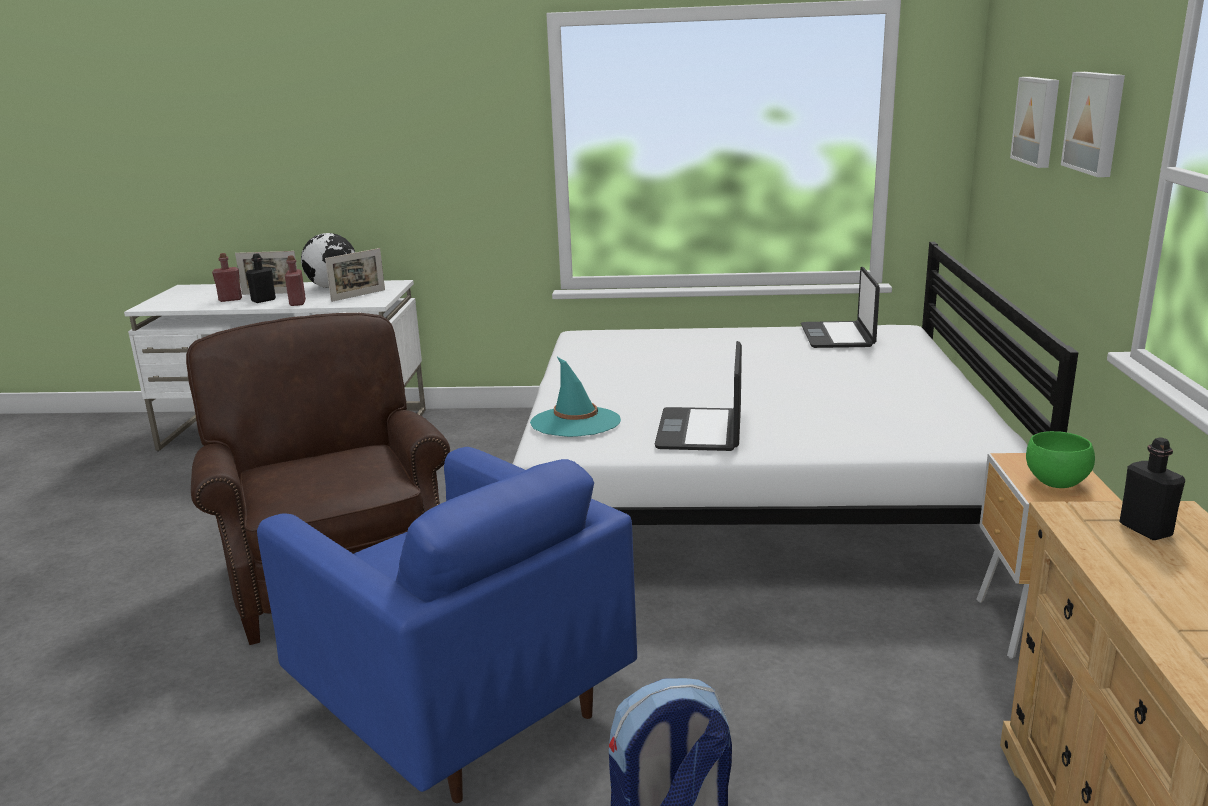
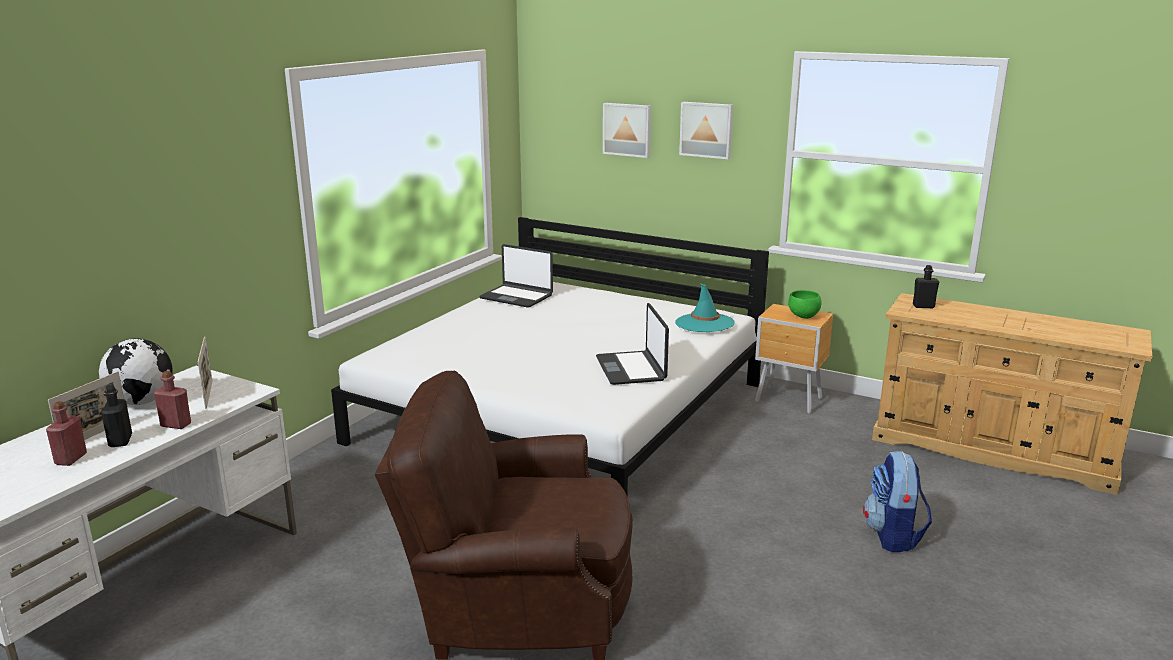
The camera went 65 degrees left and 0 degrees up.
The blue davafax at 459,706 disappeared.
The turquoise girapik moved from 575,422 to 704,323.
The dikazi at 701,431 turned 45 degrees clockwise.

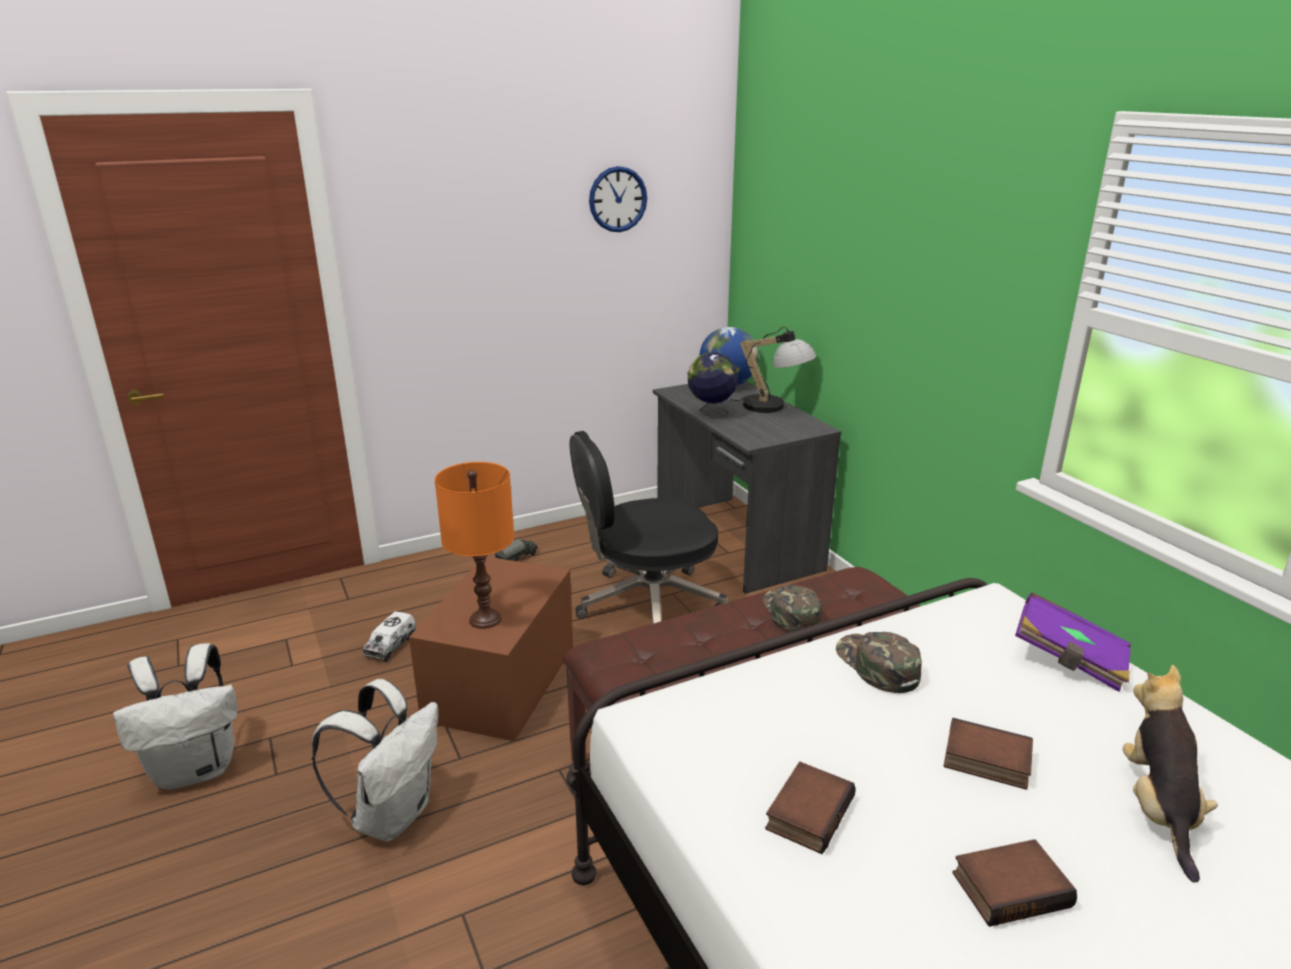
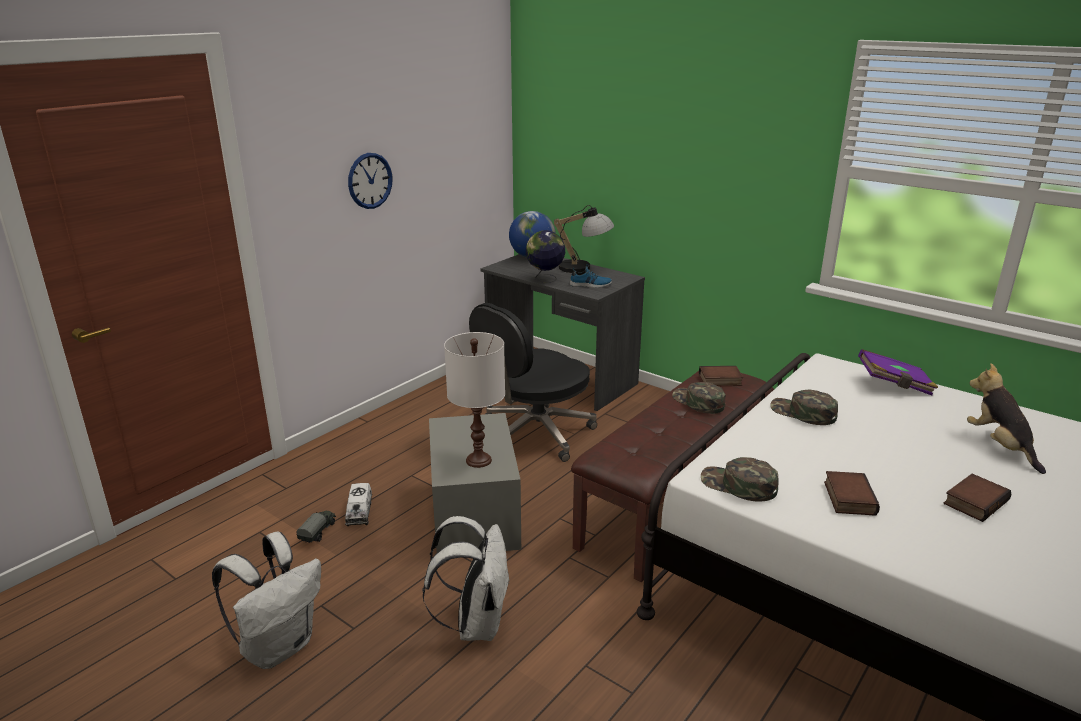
The camera went 25 degrees left and 0 degrees up.
The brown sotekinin at 501,681 became the grey sotekinin at 474,513.
The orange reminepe at 484,619 became the white reminepe at 478,460.
The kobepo moved from 518,558 to 318,532.
The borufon moved from 618,199 to 370,180.
The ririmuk moved from 985,761 to 719,380.
The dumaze at 590,285 appeared.
The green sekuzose at 738,485 appeared.

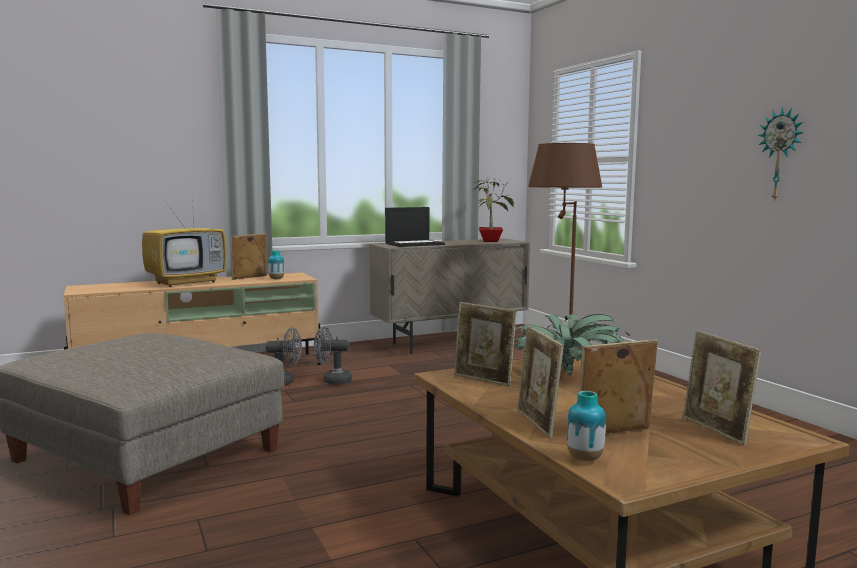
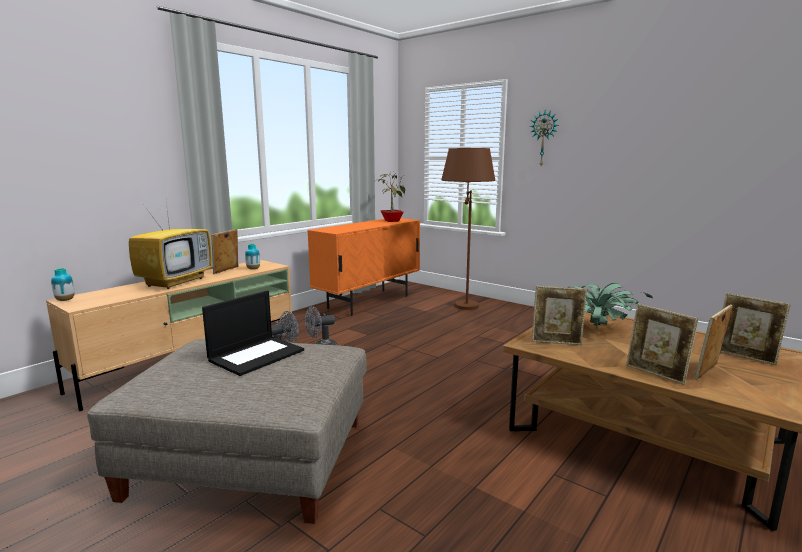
The camera went 25 degrees left and 5 degrees up.
The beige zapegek at 450,343 became the orange zapegek at 369,302.
The dikazi moved from 415,244 to 257,355.
The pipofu moved from 584,458 to 65,300.
The borufon moved from 781,155 to 544,138.

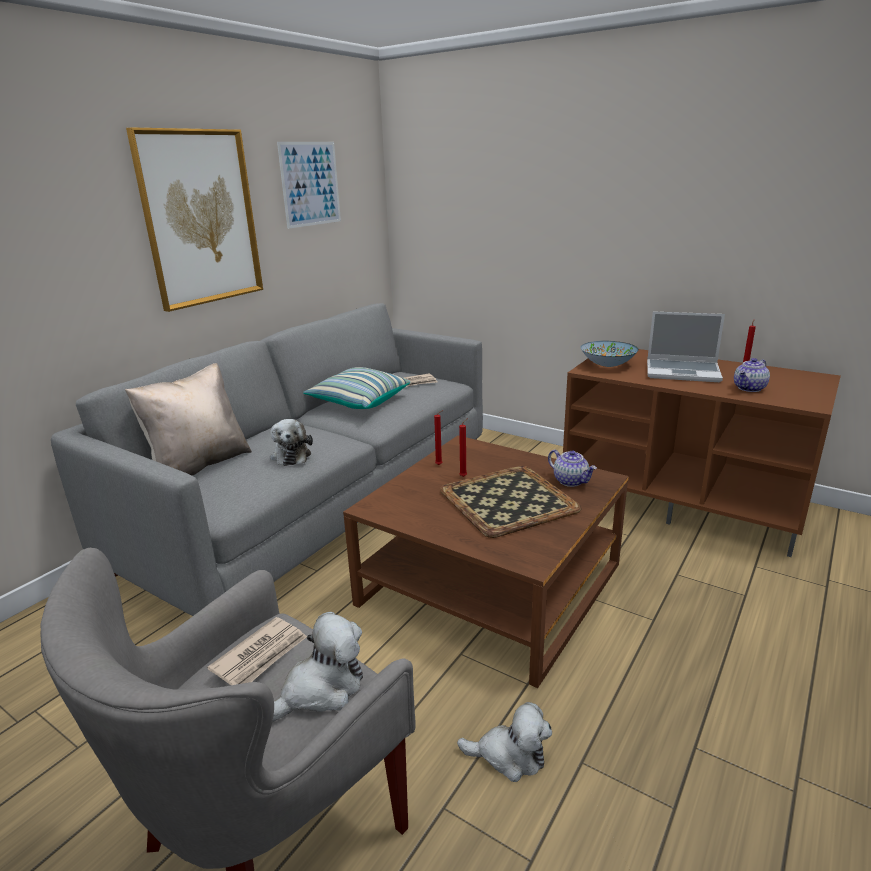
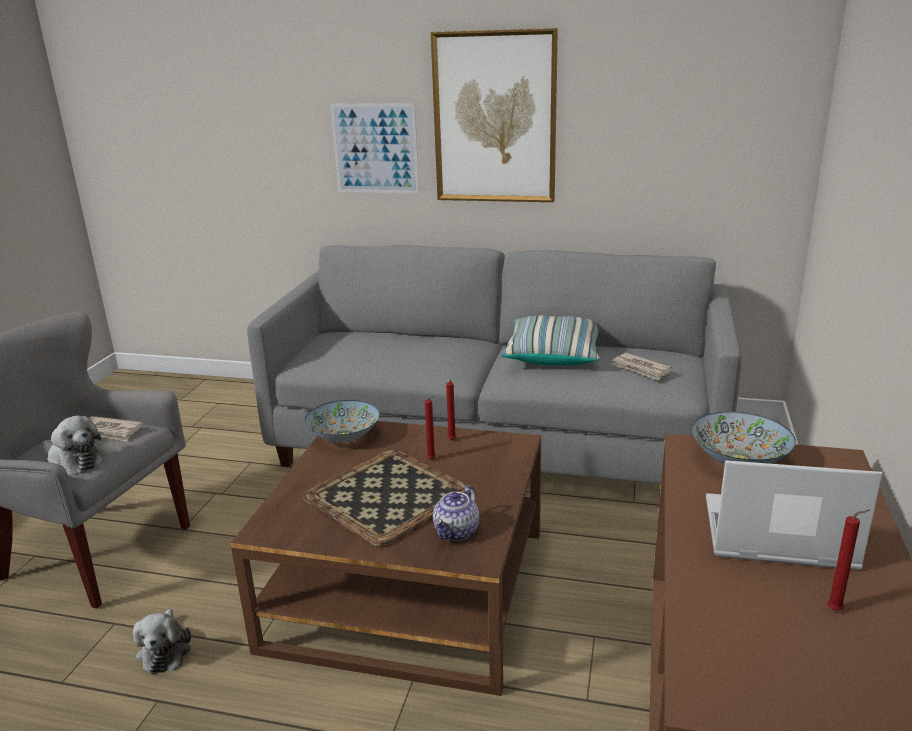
The camera went 70 degrees right and 0 degrees up.
The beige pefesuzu at 199,465 disappeared.
The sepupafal at 291,455 disappeared.
The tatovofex moved from 310,184 to 375,148.
The dikazi at 683,372 turned 105 degrees clockwise.
The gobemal at 749,388 disappeared.
The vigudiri at 343,436 appeared.

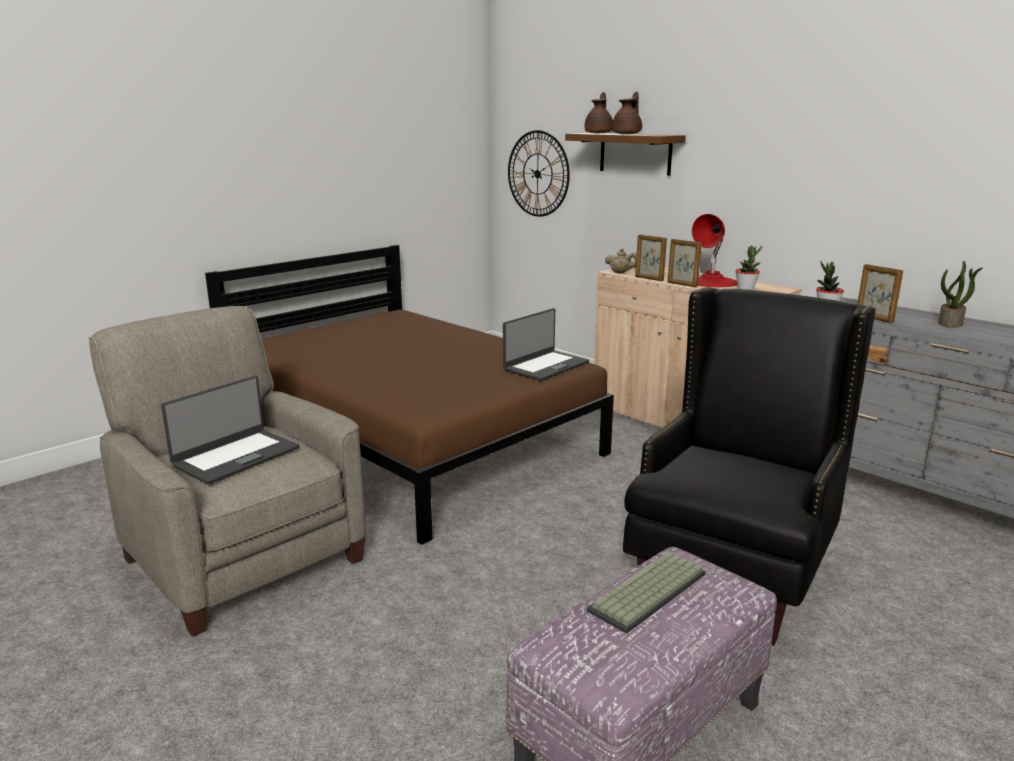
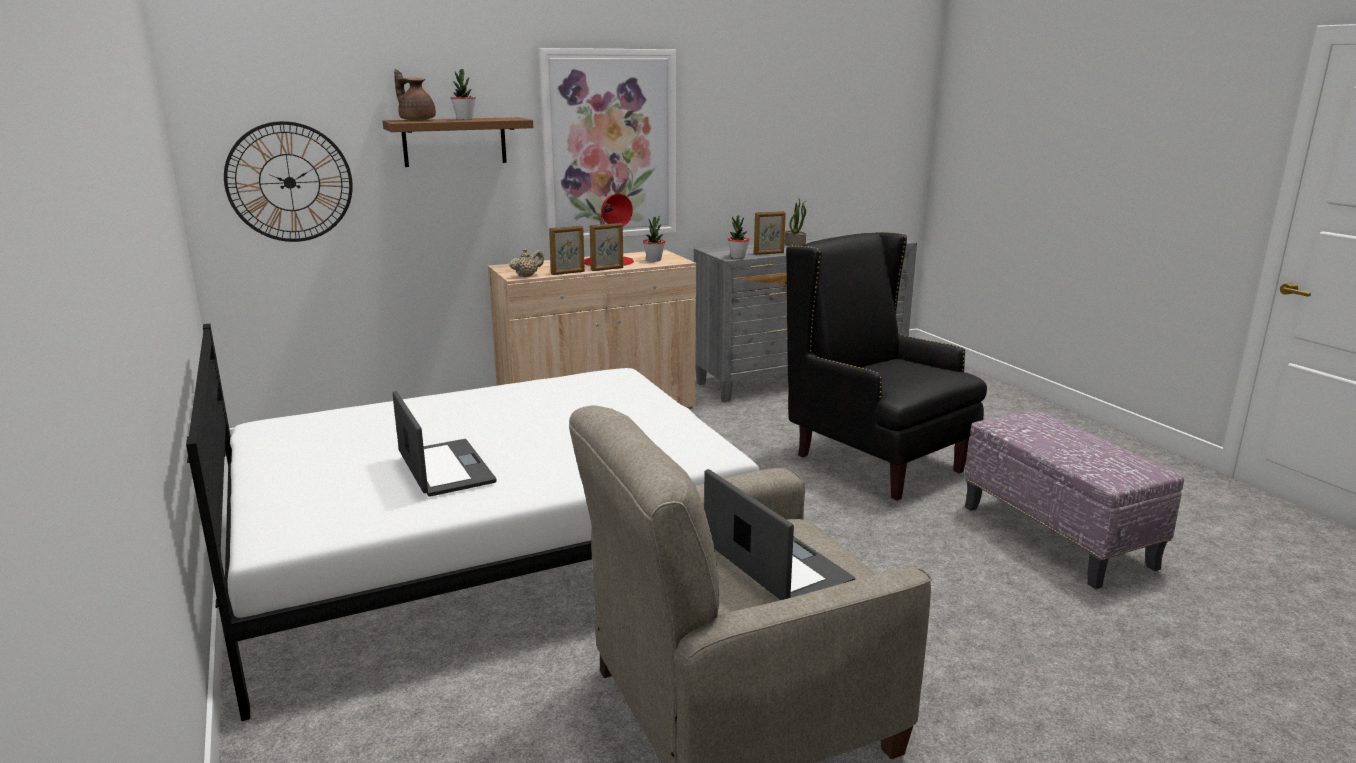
The camera went 70 degrees left and 0 degrees up.
The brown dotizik at 410,439 became the white dotizik at 488,554.
The dikazi moved from 545,366 to 444,469.
The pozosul at 649,593 disappeared.
The brown gobemal at 627,134 was replaced by the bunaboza at 464,119.
The tatovofex at 610,145 appeared.

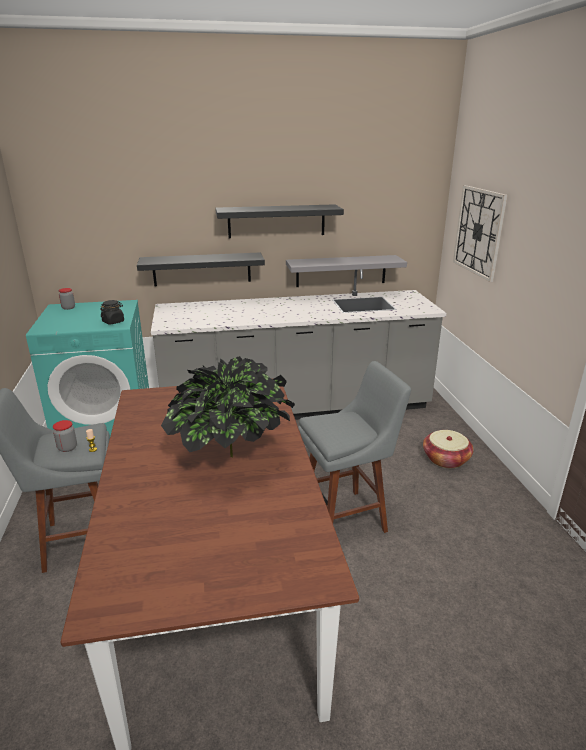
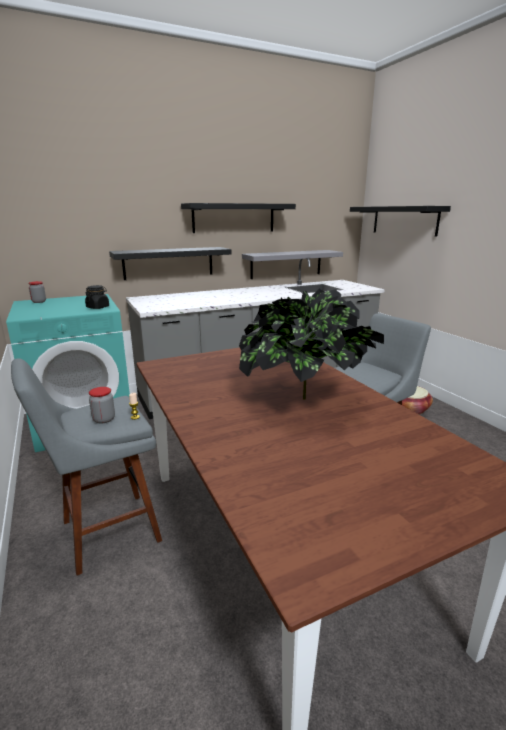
The camera went 15 degrees left and 5 degrees down.
The borufon at 479,231 was replaced by the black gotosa at 404,220.

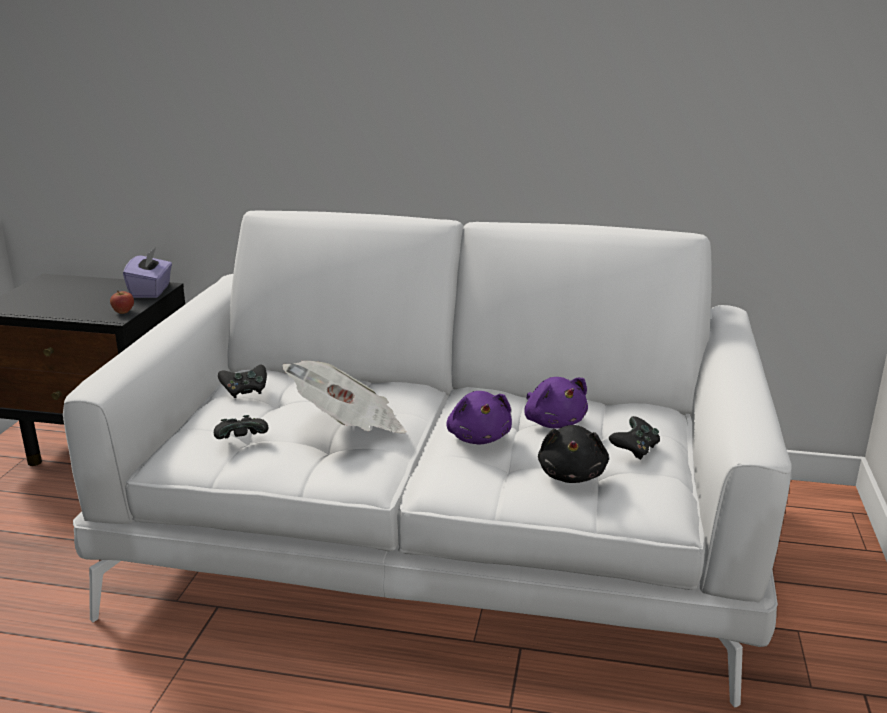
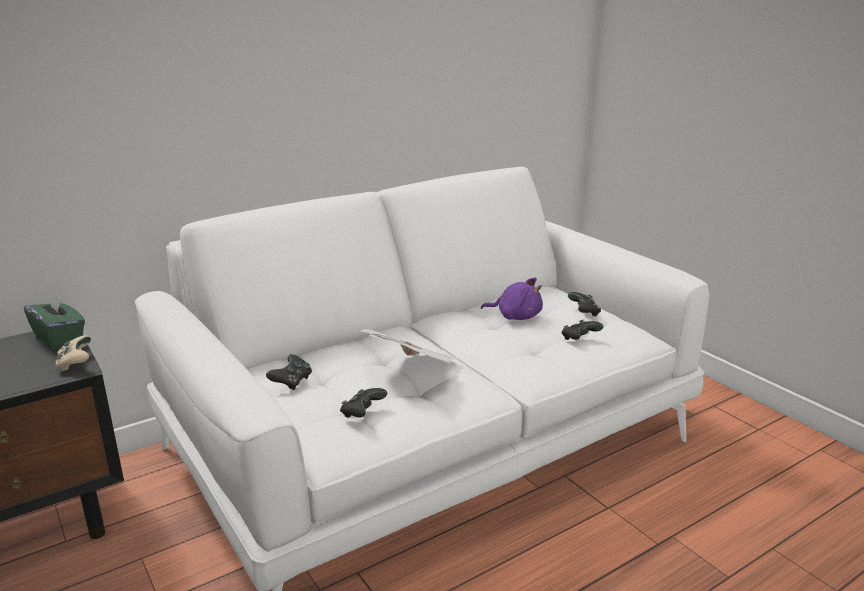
The camera went 45 degrees left and 0 degrees up.
The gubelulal at 124,312 was replaced by the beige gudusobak at 75,363.
The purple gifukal at 151,291 became the green gifukal at 59,338.
The purple sepupafal at 479,437 disappeared.
The black sepupafal at 572,474 was replaced by the black gudusobak at 579,339.

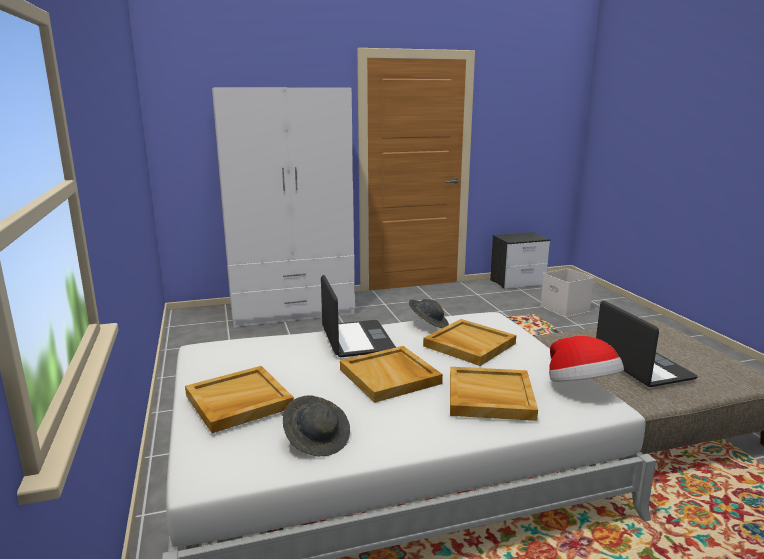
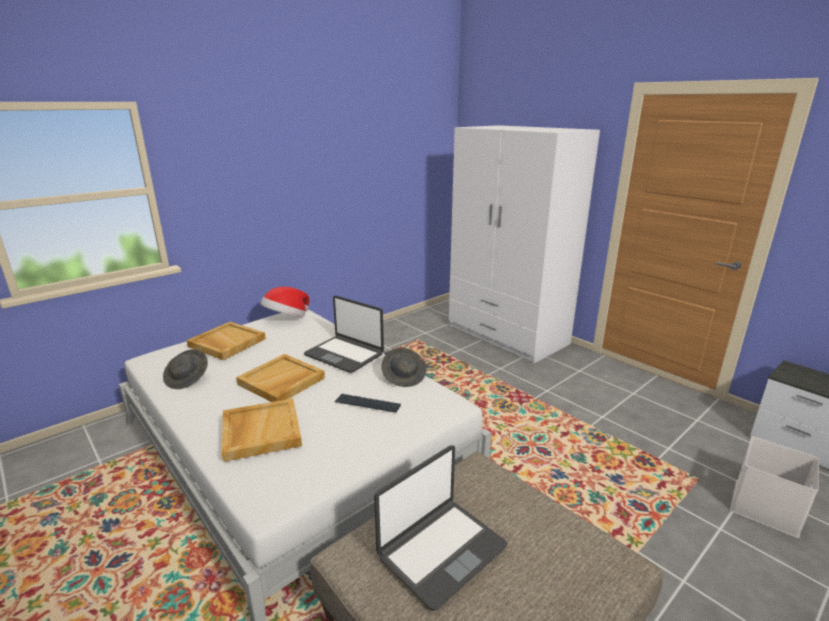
The camera went 65 degrees right and 5 degrees up.
The dikazi at 356,340 turned 75 degrees clockwise.
The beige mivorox at 468,345 was replaced by the pozosul at 367,404.
The girapik moved from 581,387 to 286,318.

